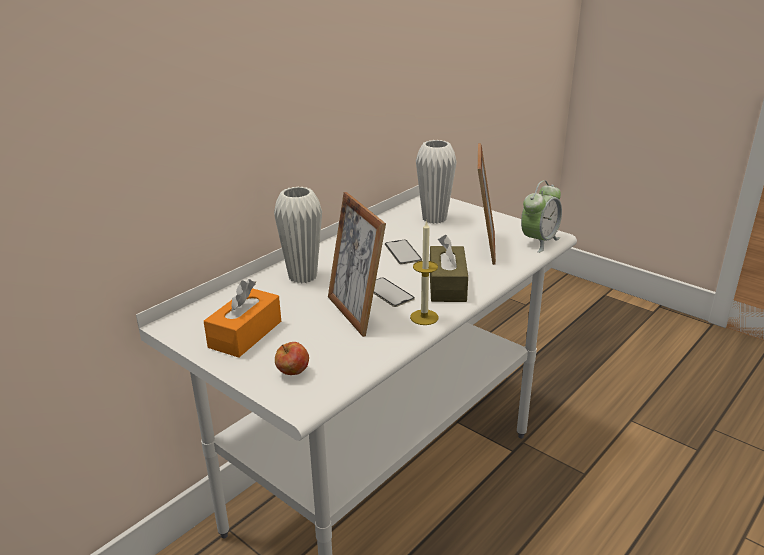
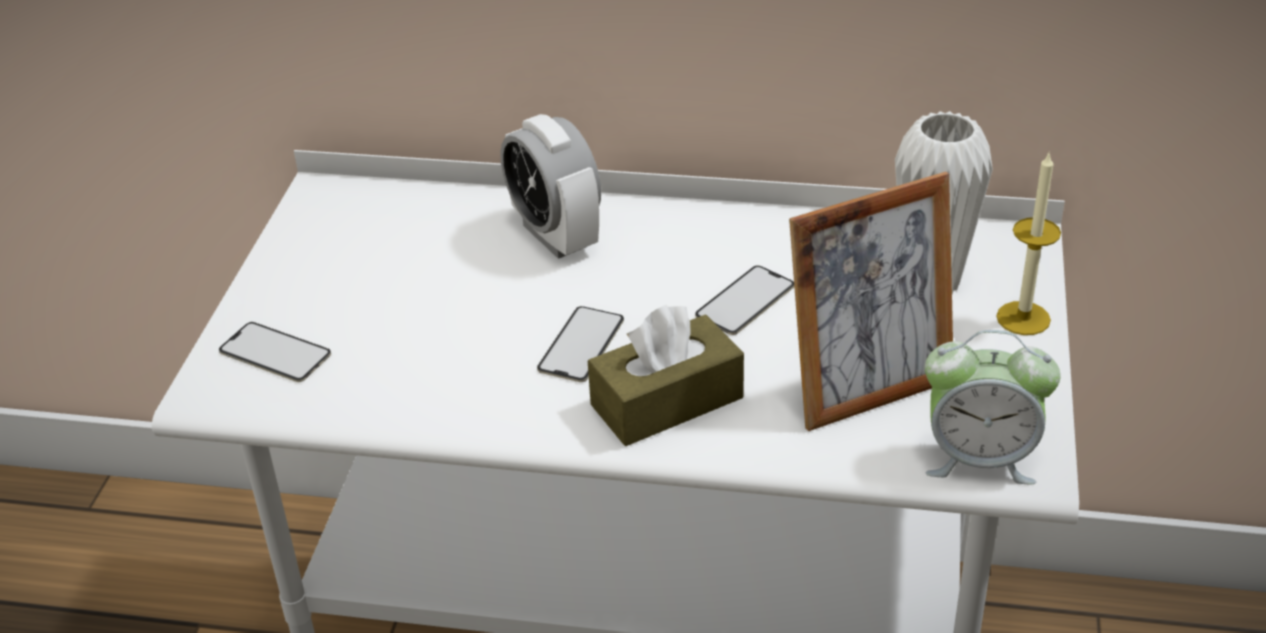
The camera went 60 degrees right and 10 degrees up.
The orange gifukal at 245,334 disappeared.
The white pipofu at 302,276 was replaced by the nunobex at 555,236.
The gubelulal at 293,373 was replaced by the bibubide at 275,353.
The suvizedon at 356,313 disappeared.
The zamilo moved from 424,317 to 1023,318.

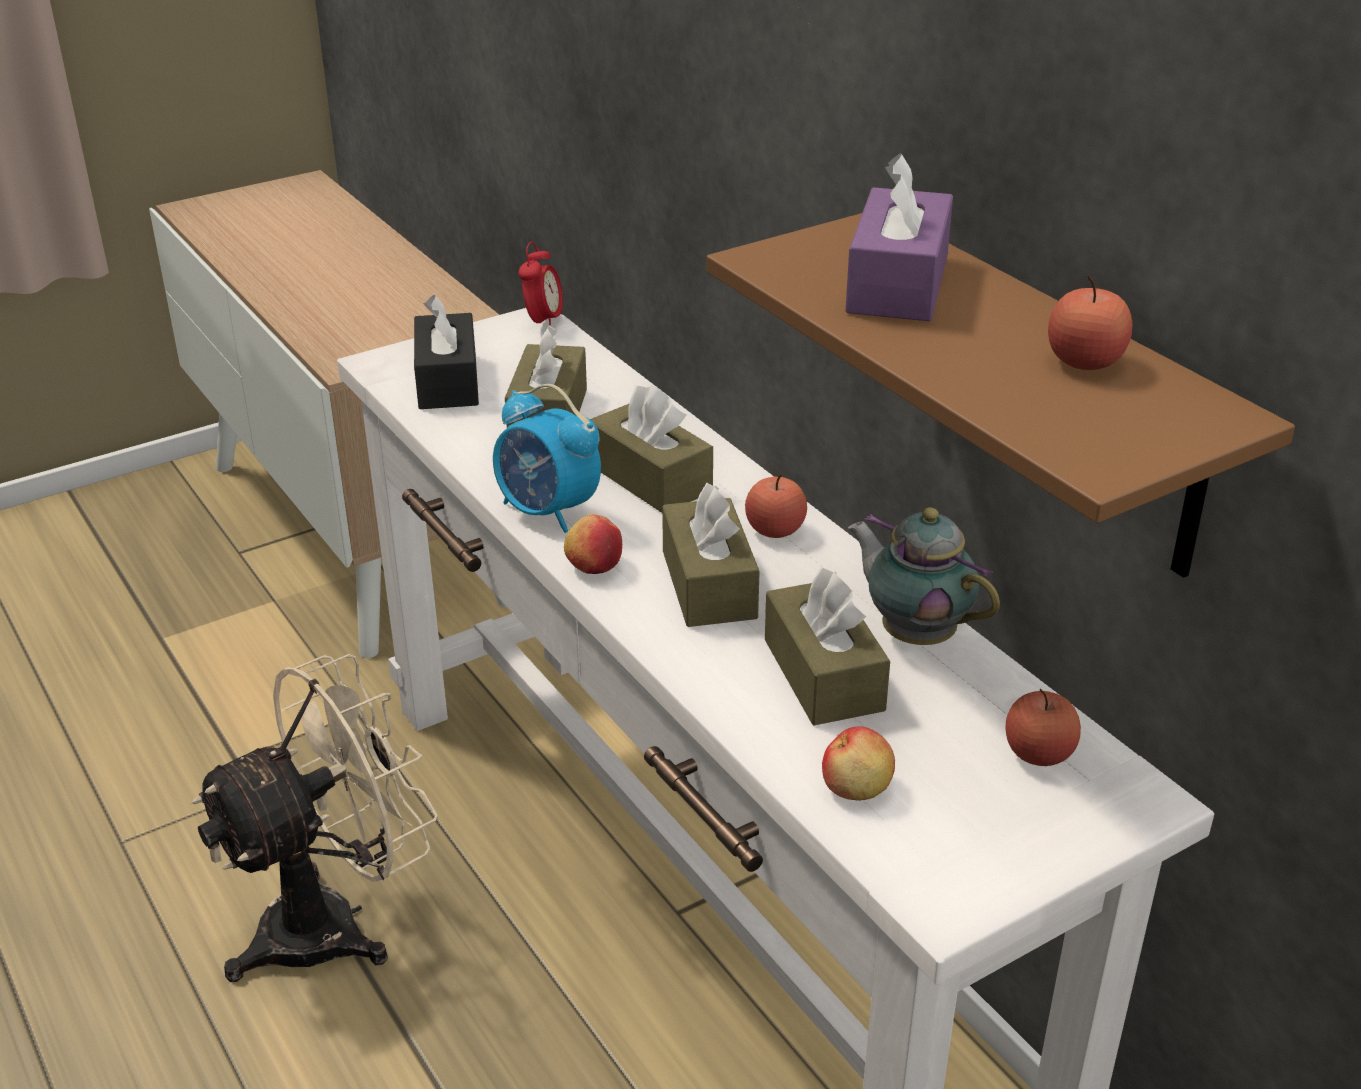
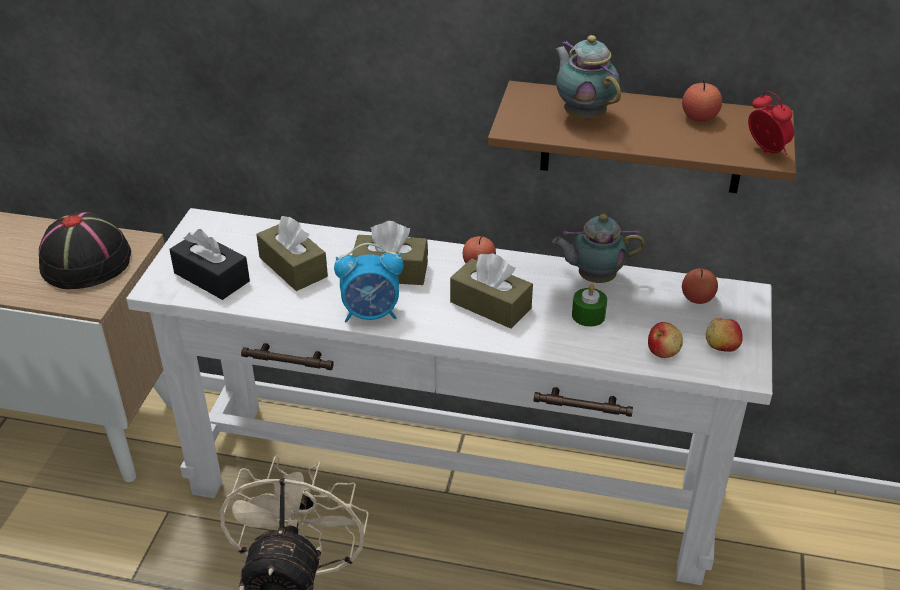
The camera went 45 degrees left and 5 degrees up.
The nunobex moved from 543,322 to 766,151.
The gubelulal moved from 594,566 to 721,346.
The brown gifukal at 823,675 was replaced by the green zamilo at 588,315.
The purple gifukal at 898,284 was replaced by the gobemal at 583,114.
The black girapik at 86,262 appeared.

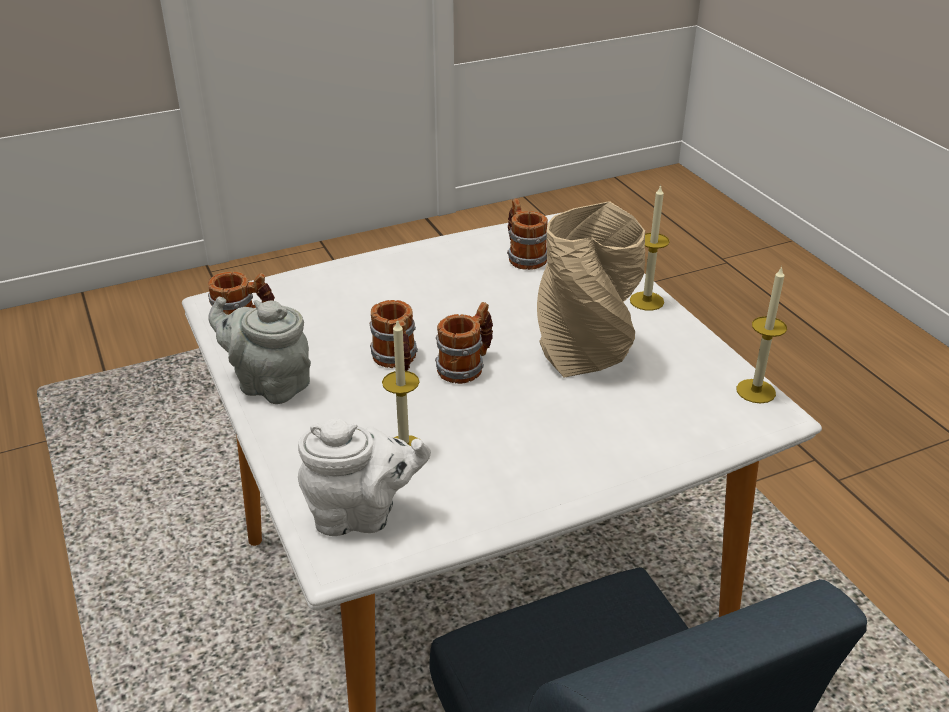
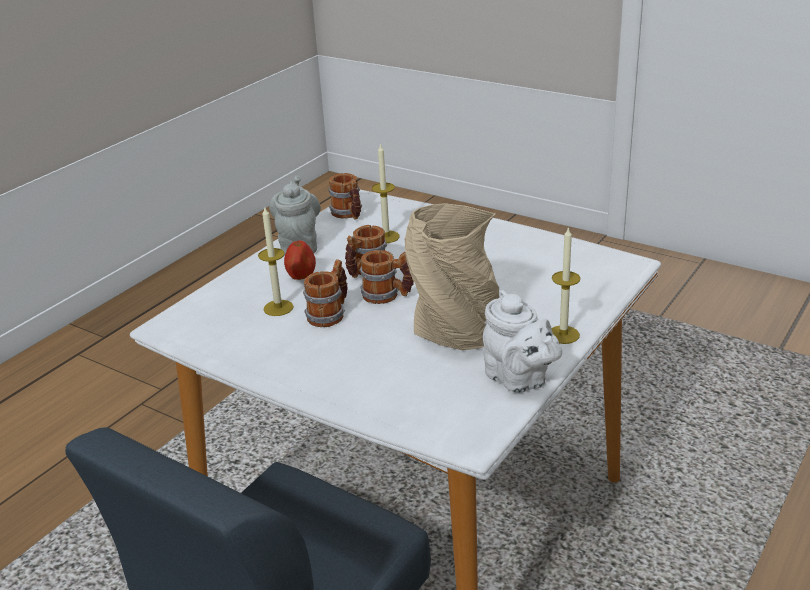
The camera went 60 degrees right and 5 degrees down.
The white gobemal moved from 361,515 to 519,380.
The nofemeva moved from 523,256 to 330,314.
The zamilo moved from 756,391 to 386,237.
The gubelulal at 301,277 appeared.

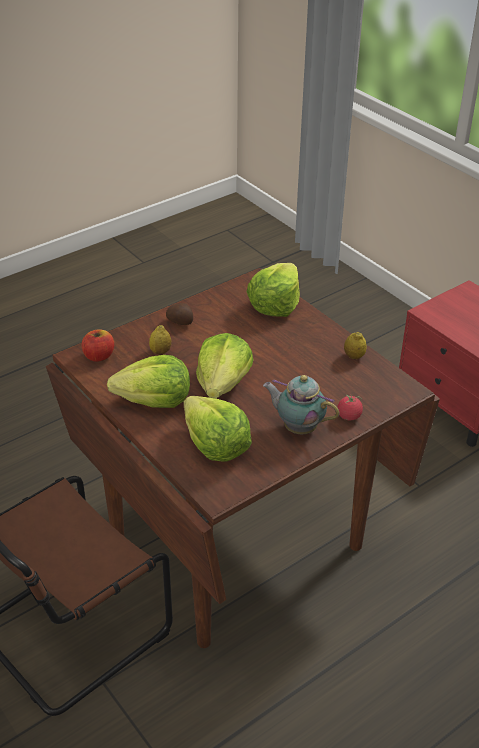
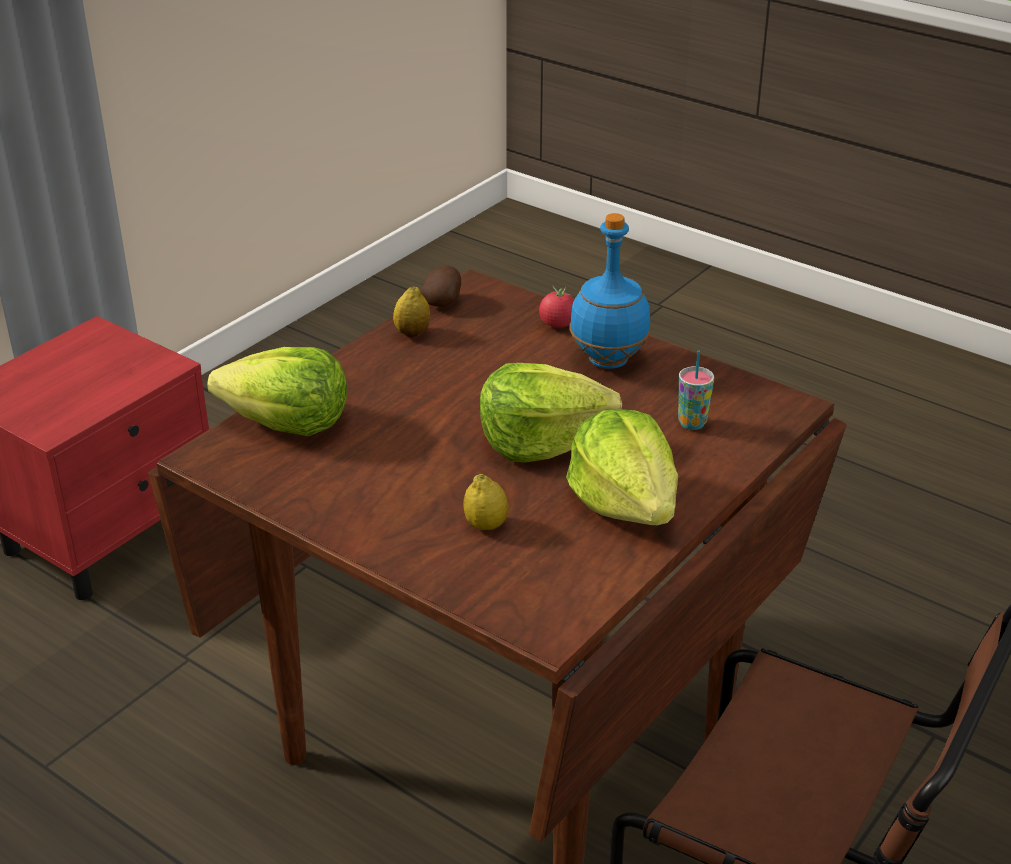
The camera went 105 degrees left and 5 degrees down.
The gubelulal at 99,356 disappeared.
The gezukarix moved from 180,322 to 443,302.
The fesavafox at 215,445 was replaced by the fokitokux at 692,423.
The gobemal at 298,427 was replaced by the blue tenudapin at 607,360.

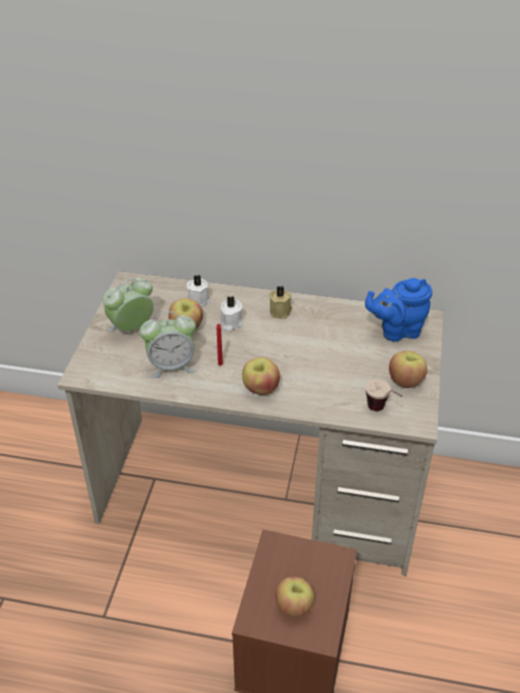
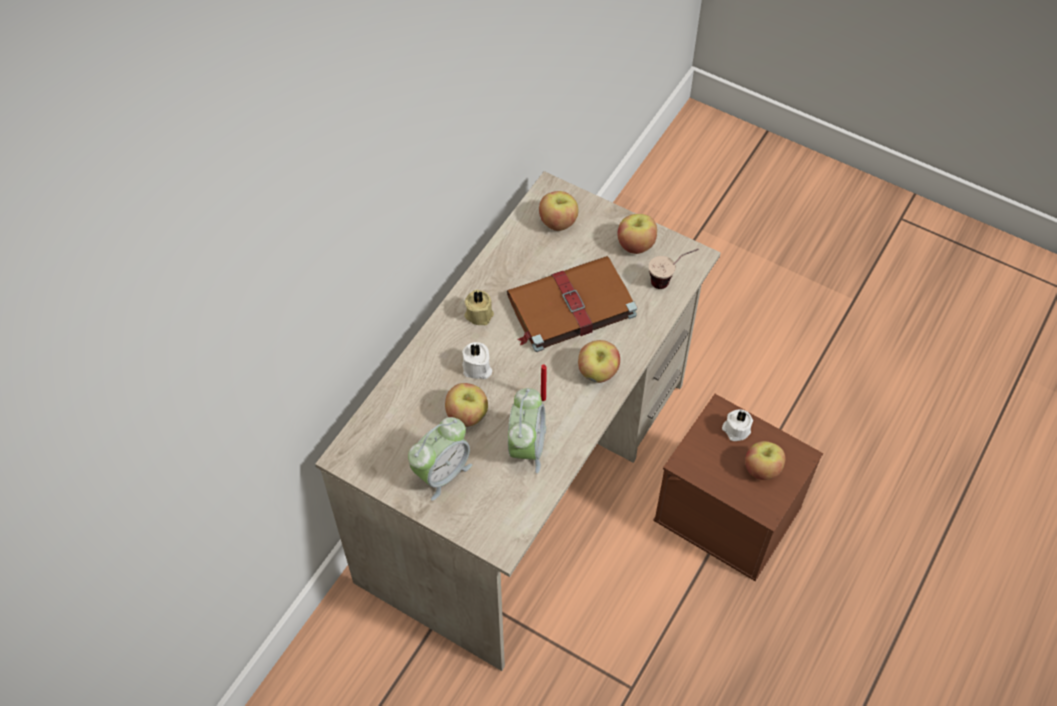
The camera went 70 degrees left and 15 degrees up.
The nunobex at 132,328 turned 120 degrees counterclockwise.
The white zamilo moved from 199,299 to 736,430.
The blue gobemal at 397,330 was replaced by the gubelulal at 558,222.
The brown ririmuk at 569,307 appeared.

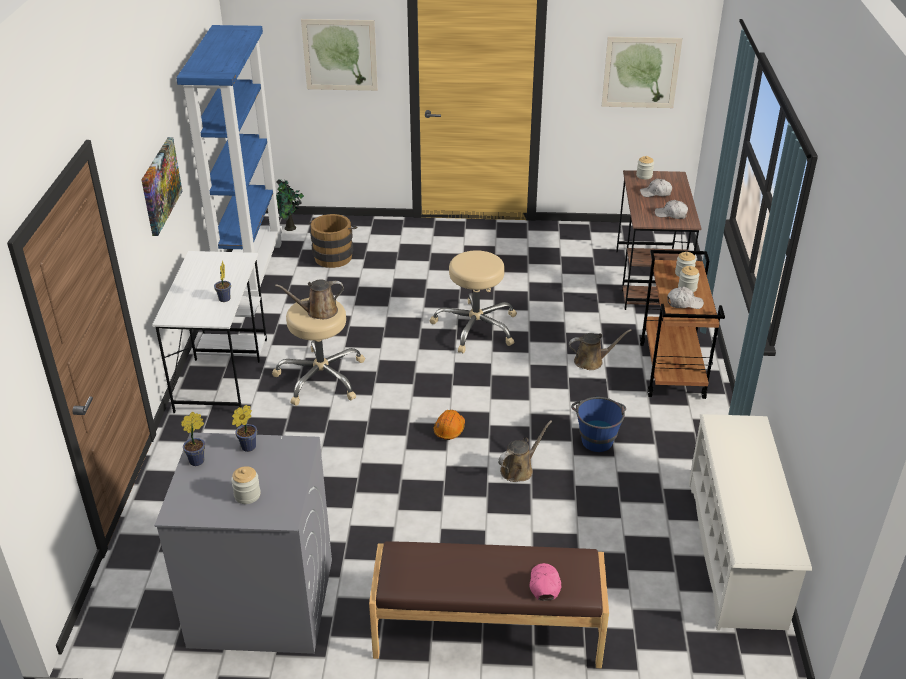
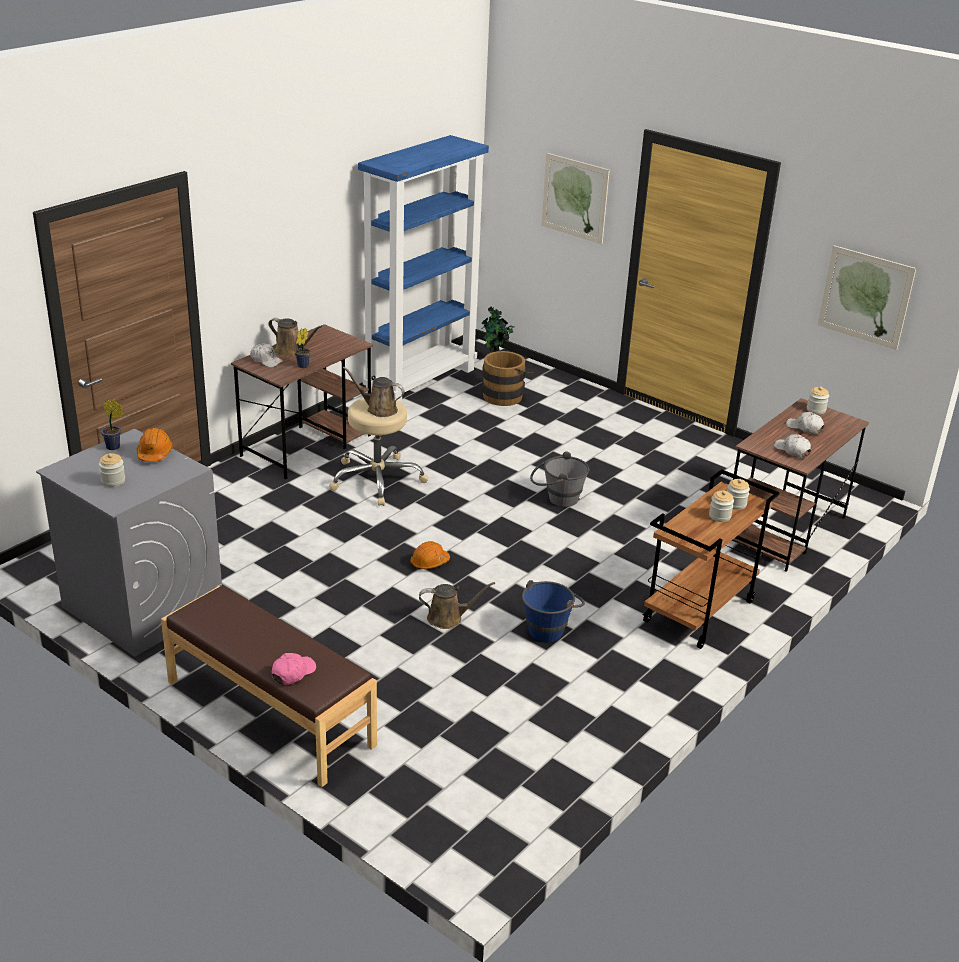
The camera went 35 degrees right and 5 degrees down.
The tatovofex at 160,185 disappeared.
The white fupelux at 222,373 became the brown fupelux at 307,445.
The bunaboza at 246,447 was replaced by the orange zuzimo at 154,453.
The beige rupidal at 476,327 was replaced by the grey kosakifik at 556,498.
The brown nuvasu moved from 591,361 to 291,351.
The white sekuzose moved from 684,303 to 266,360.
The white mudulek at 735,552 disappeared.

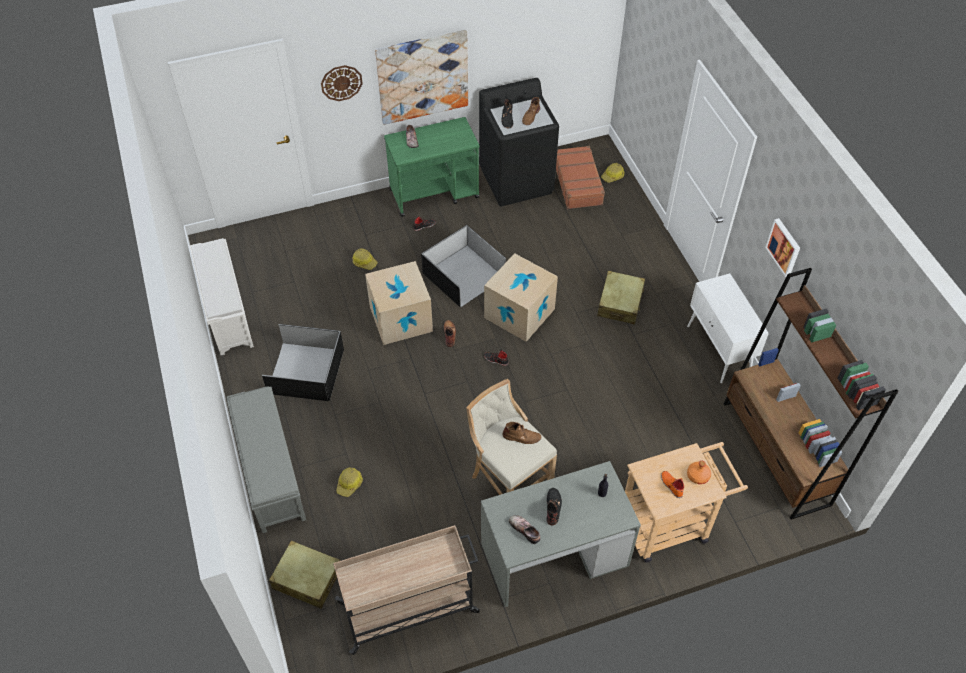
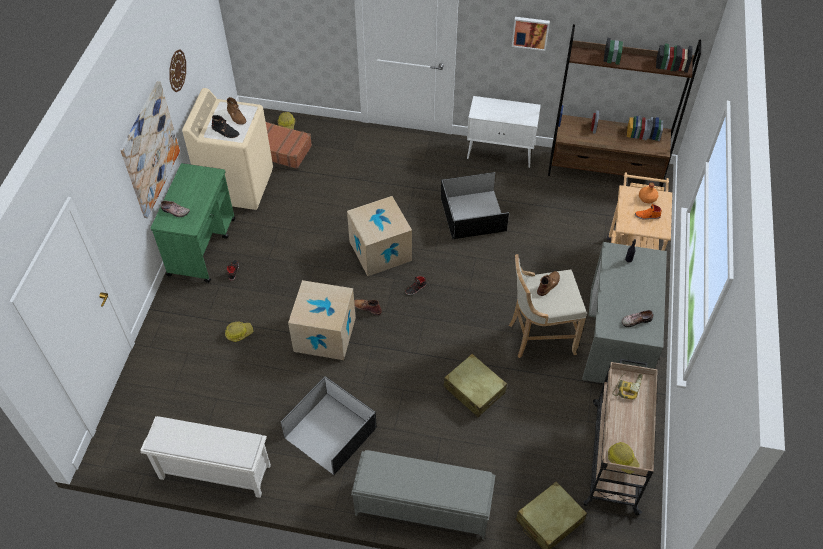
The camera went 60 degrees left and 0 degrees up.
The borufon moved from 341,82 to 177,70.
The zuzimo moved from 349,484 to 622,459.
The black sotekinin moved from 463,275 to 473,215.
The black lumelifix at 517,180 became the beige lumelifix at 237,185.
The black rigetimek at 553,507 disappeared.
The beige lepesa moved from 620,303 to 474,390.
The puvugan at 627,387 appeared.

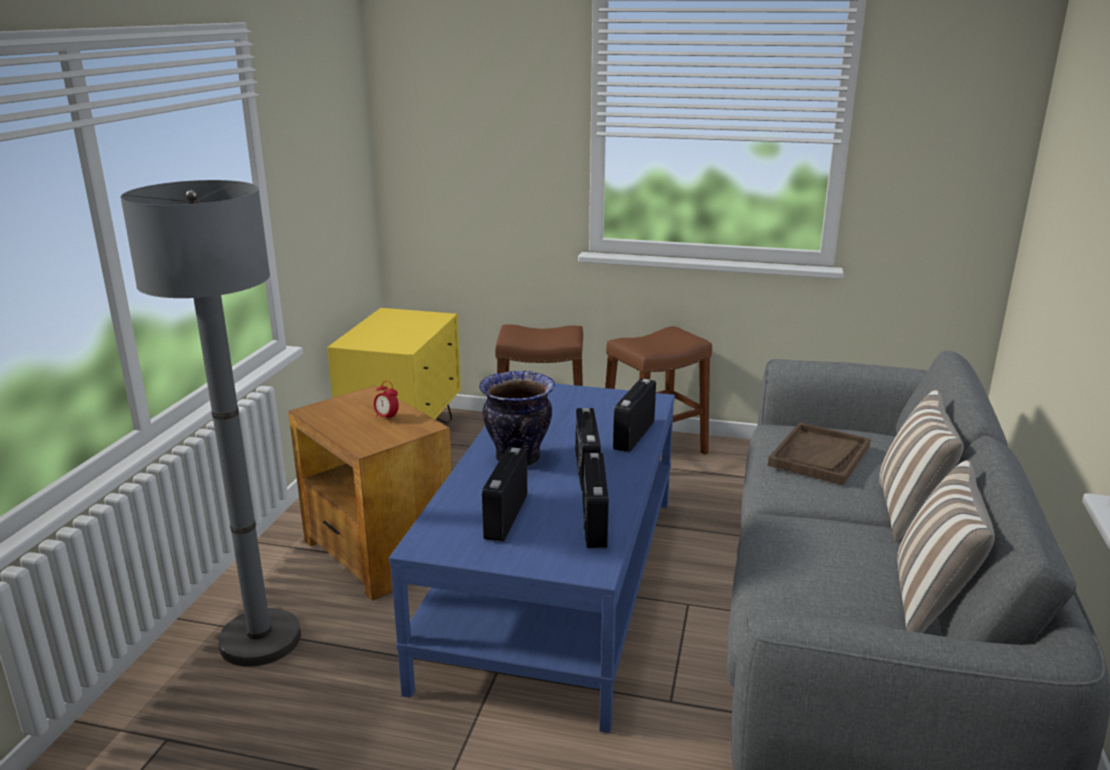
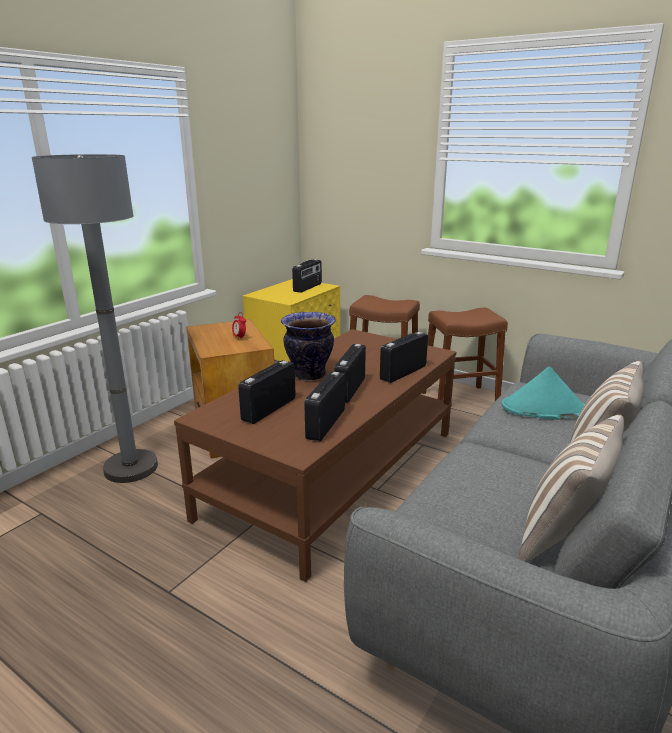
The camera went 20 degrees right and 0 degrees up.
The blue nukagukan at 555,585 became the brown nukagukan at 333,473.
The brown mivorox at 819,456 was replaced by the turquoise girapik at 543,408.
The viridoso at 308,287 appeared.

